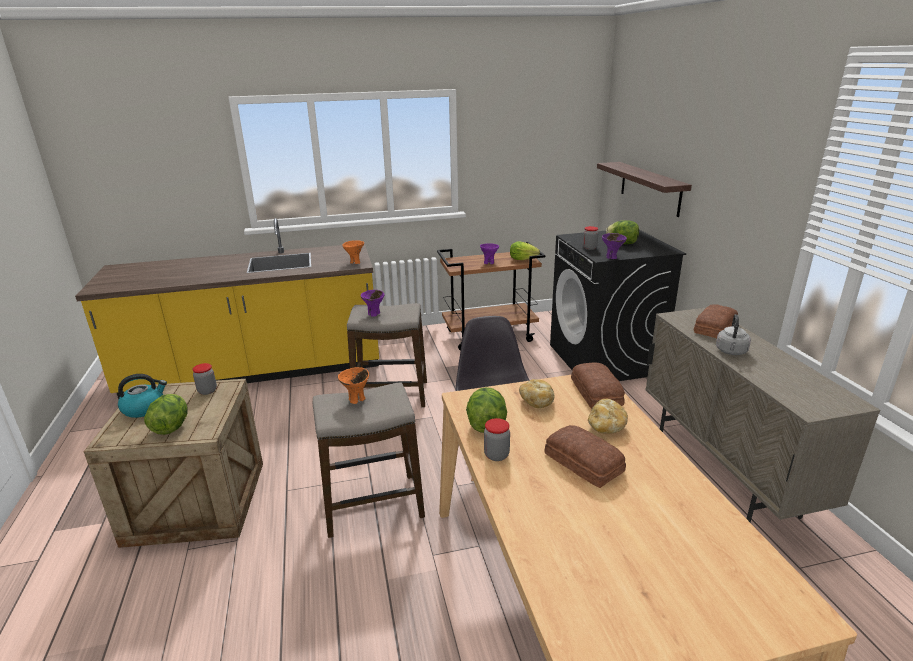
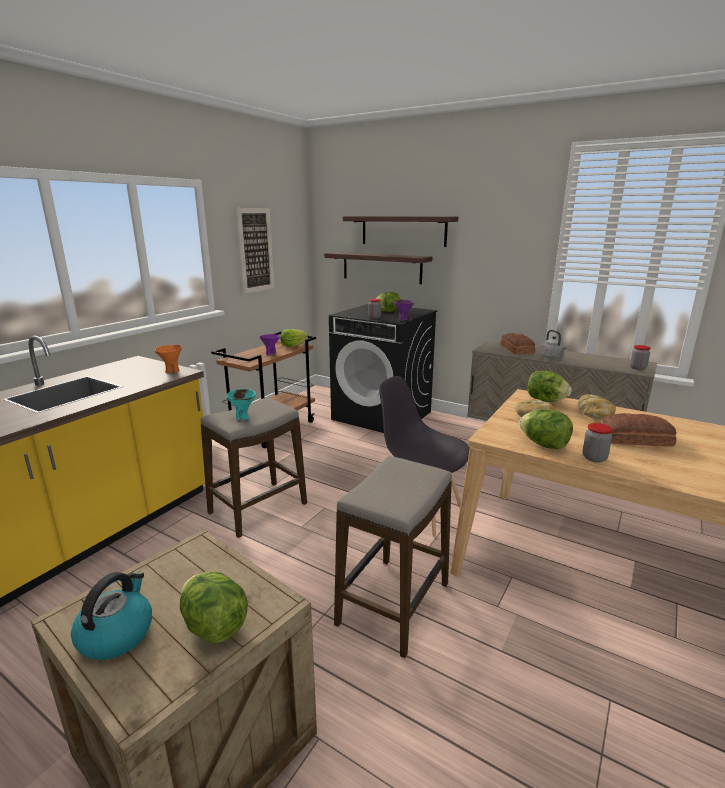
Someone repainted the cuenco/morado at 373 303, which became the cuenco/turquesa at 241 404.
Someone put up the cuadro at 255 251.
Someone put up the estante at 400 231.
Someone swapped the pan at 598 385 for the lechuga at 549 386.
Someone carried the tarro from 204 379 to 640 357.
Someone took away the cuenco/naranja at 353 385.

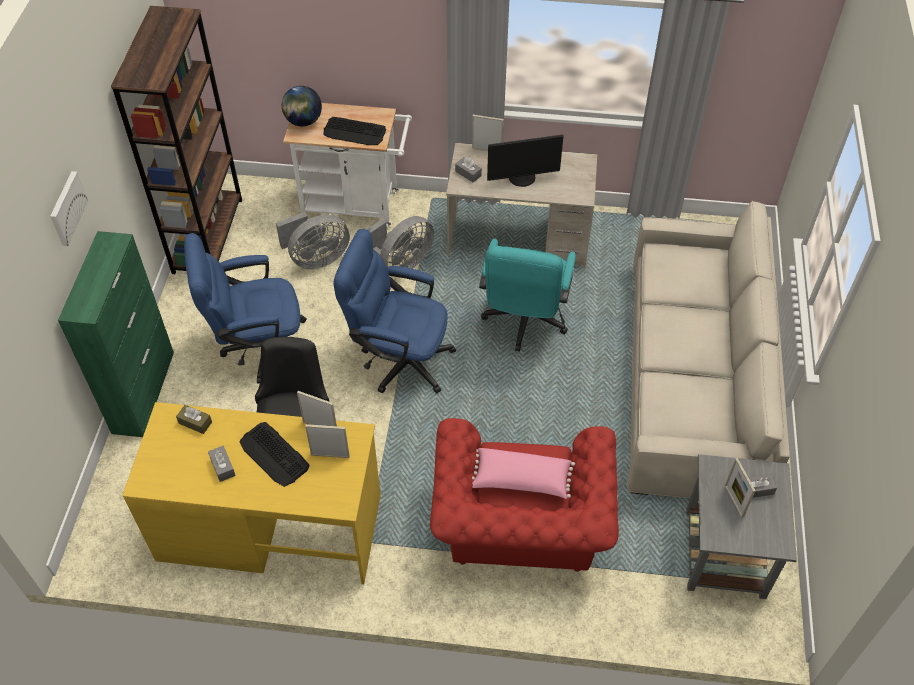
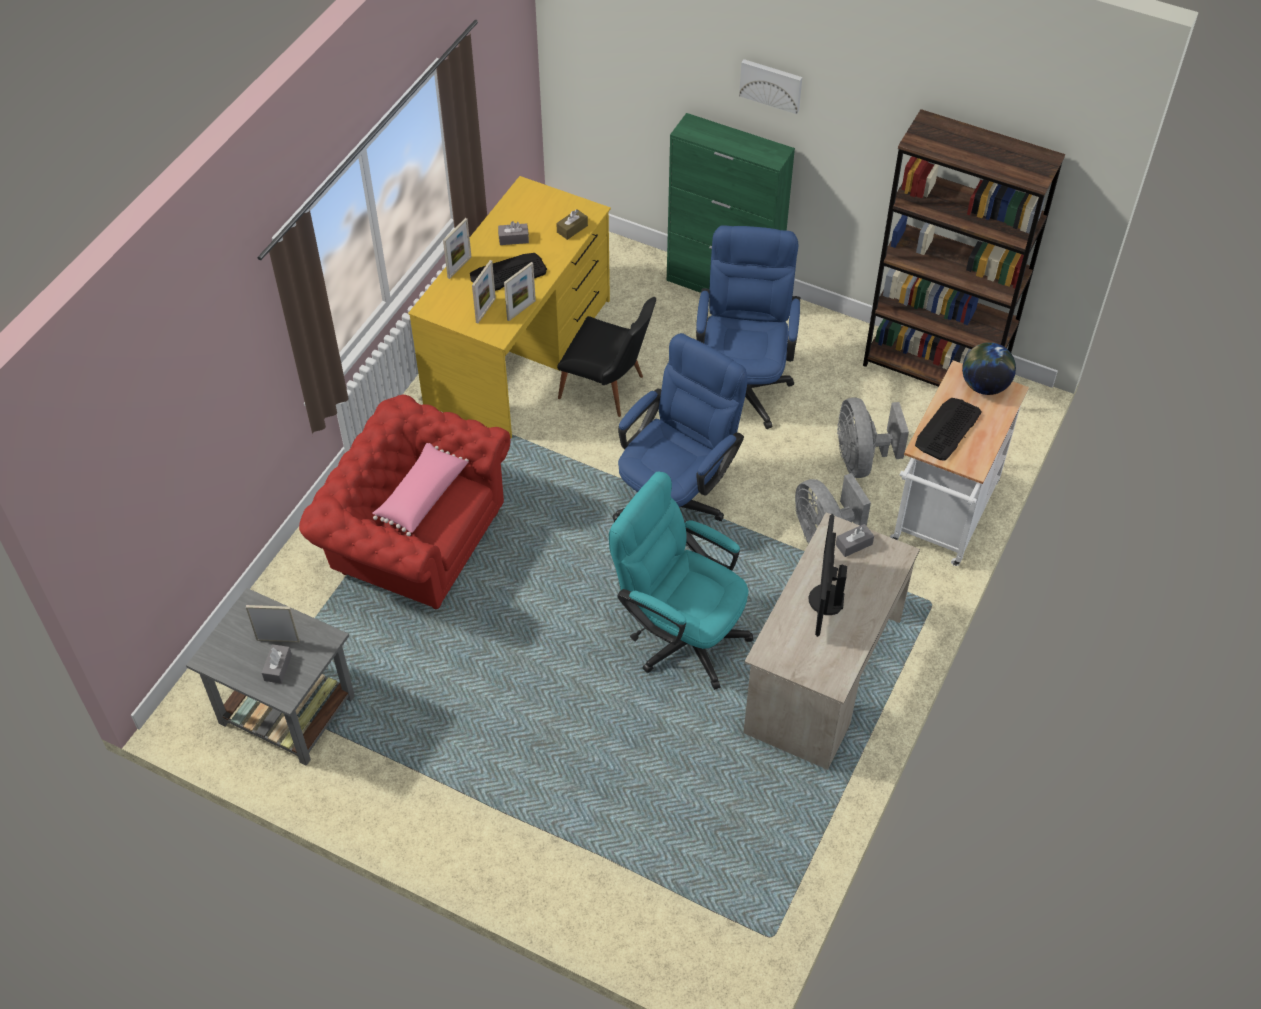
Someone carried the portarretratos from 487 132 to 457 248.
Someone took away the sofá/beis at 708 349.

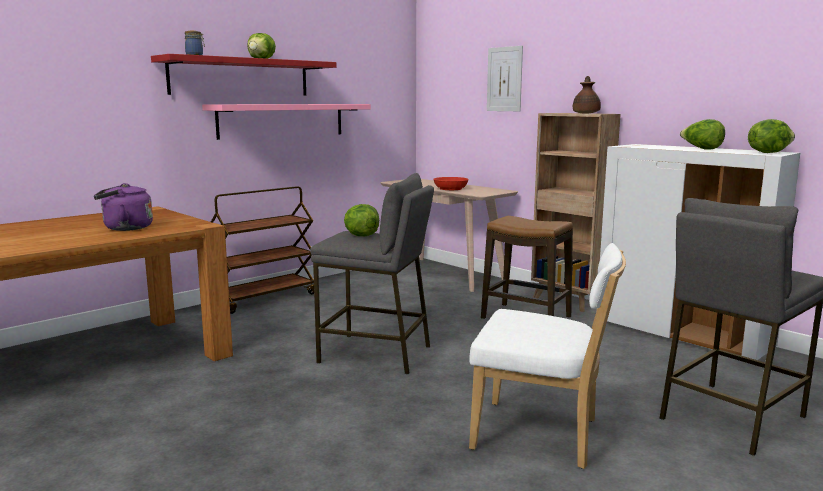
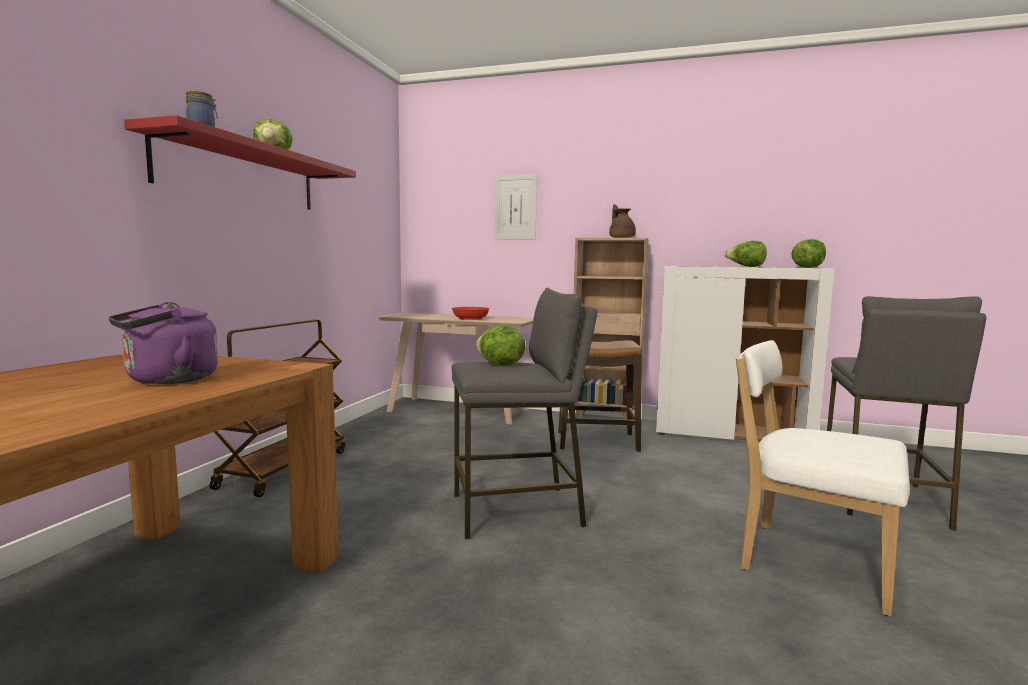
Someone rotated the silla/blanco at 547 356 by 135 degrees counterclockwise.
Someone took away the estante/rosa at 286 122.

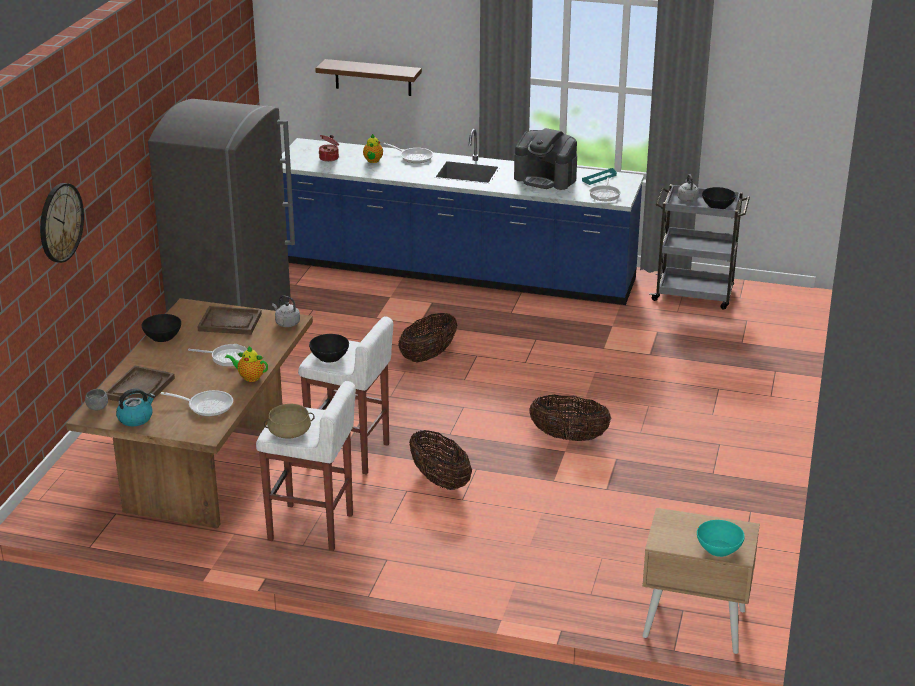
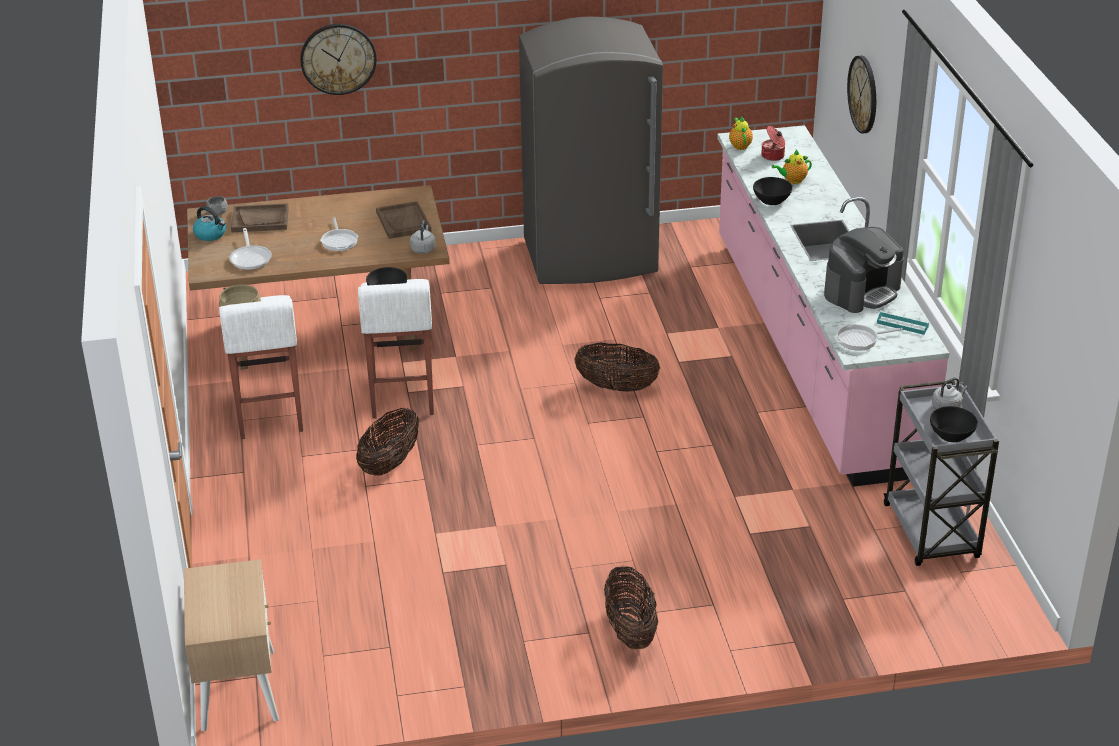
Someone carried the cesta from 570 418 to 631 607.
Someone repainted the mueble bajo de cocina/azul at 463 217, which became the mueble bajo de cocina/rosa at 833 306.
Someone carried the tetera from 246 363 to 741 133.
Someone carried the cuenco/negro from 161 328 to 772 191.
Someone rotated the cafetera at 545 159 by 135 degrees counterclockwise.
Someone swapped the estante/marrón at 368 77 for the reloj de pared at 861 95.
Someone took away the sartén at 408 153.
Someone took away the cuenco/turquesa at 721 538.

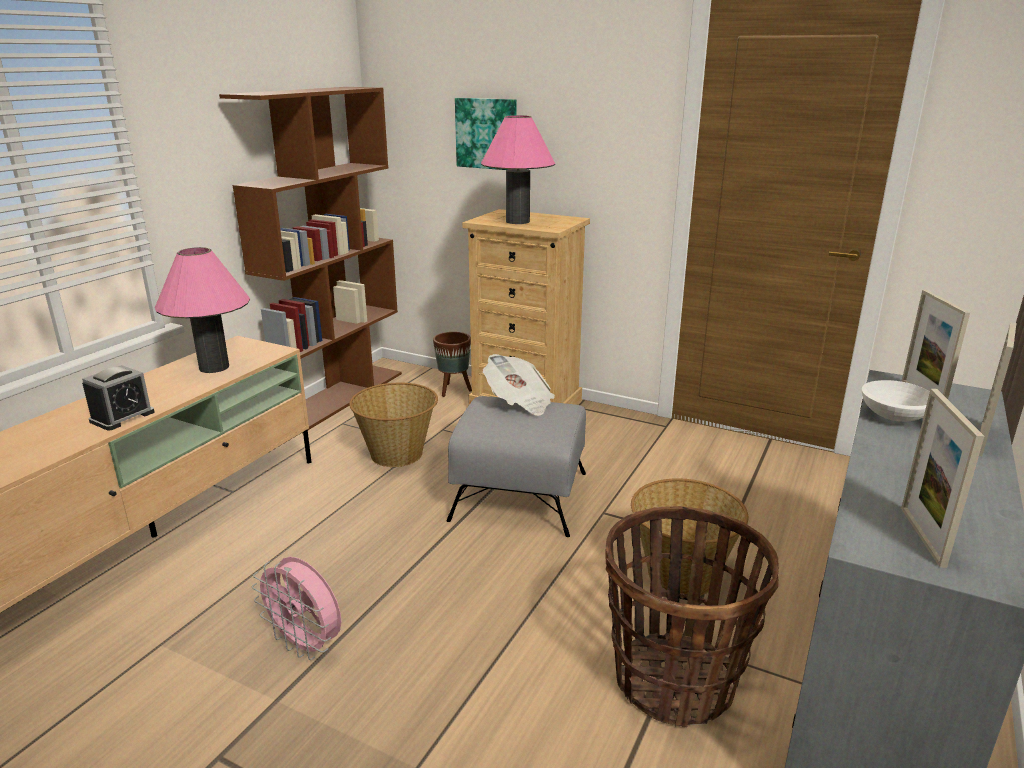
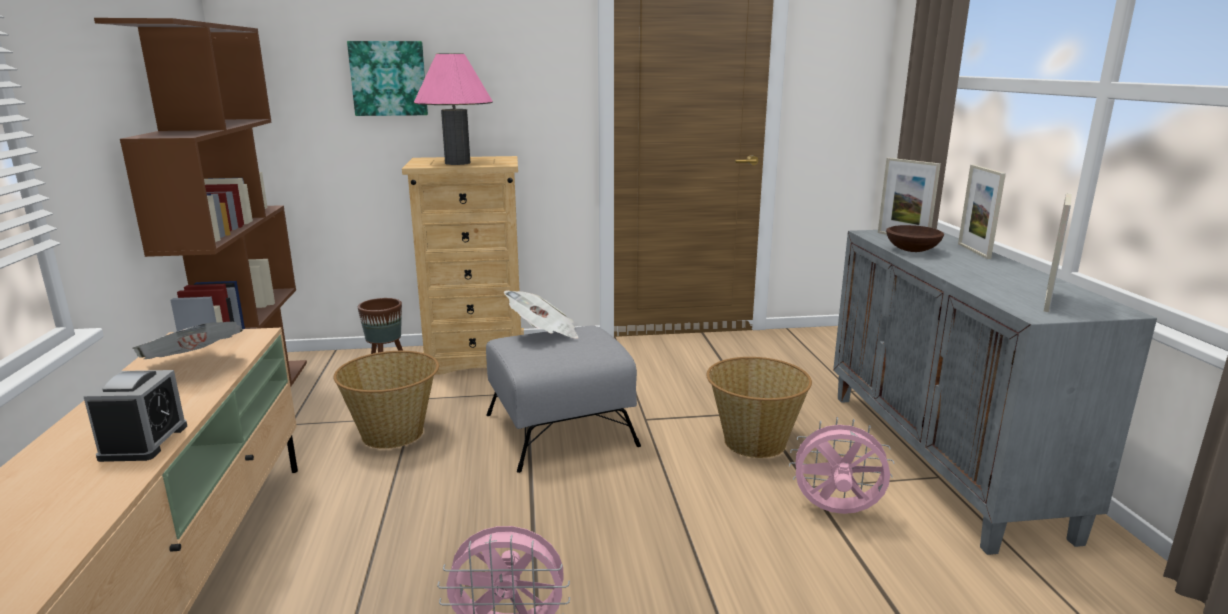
Someone swapped the lámpara de mesa/rosa at 202 310 for the periódico at 187 340.
Someone swapped the cesta at 692 616 for the ventilador/rosa at 842 465.
Someone repainted the cuenco/blanco at 896 401, which became the cuenco/marrón at 915 238.
Someone rotated the portarretratos at 942 478 by 120 degrees counterclockwise.

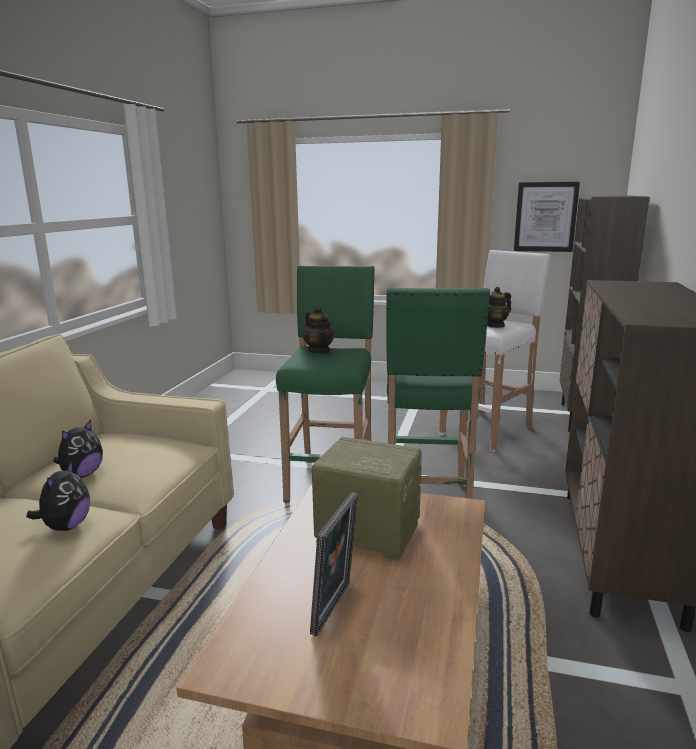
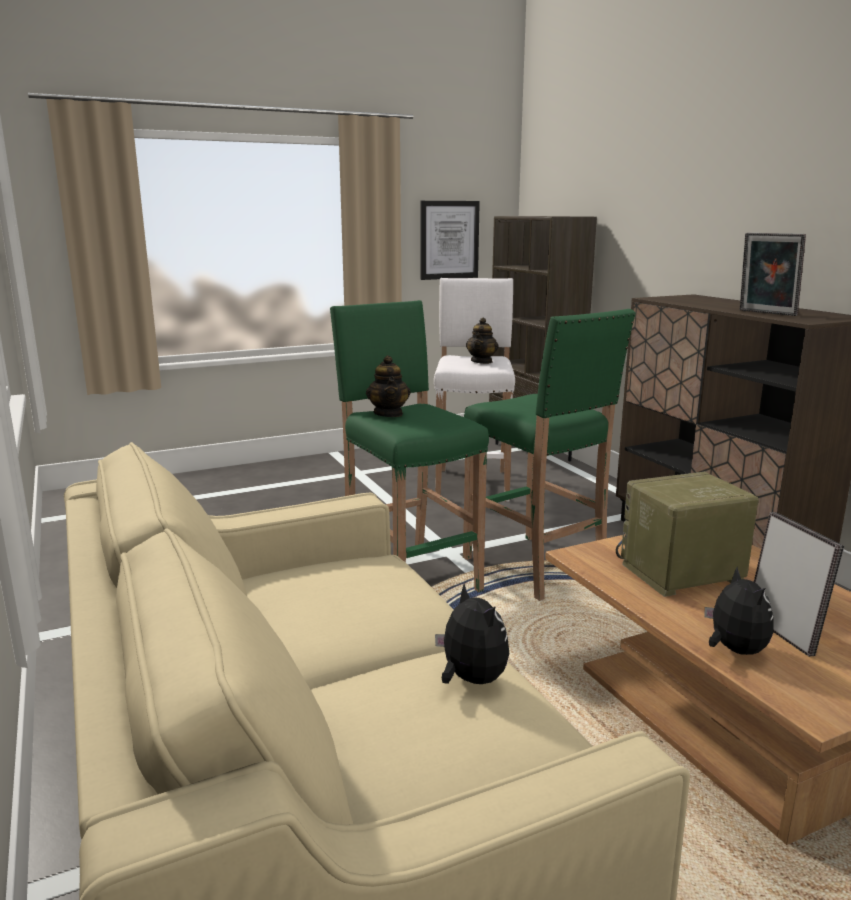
Someone rotated the tetera at 319 329 by 60 degrees clockwise.
Someone carried the peluche from 78 449 to 739 611.
Someone put down the portarretratos at 773 274.

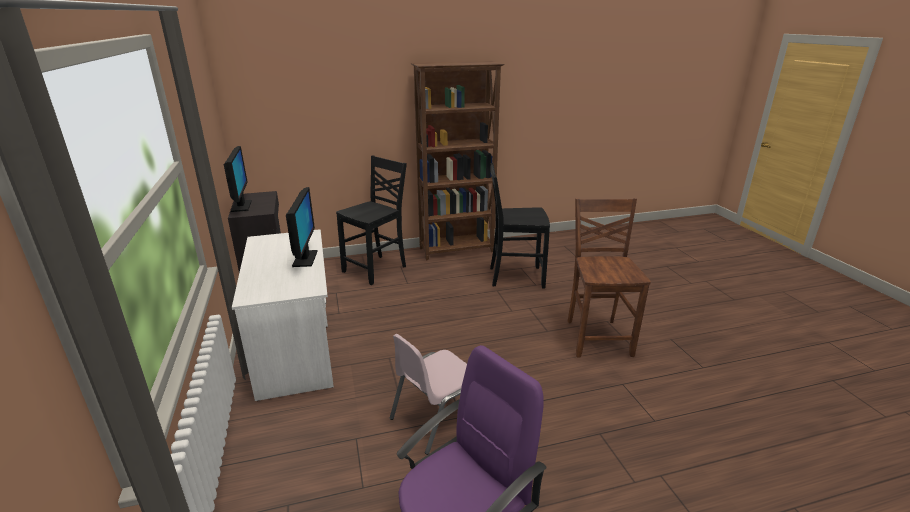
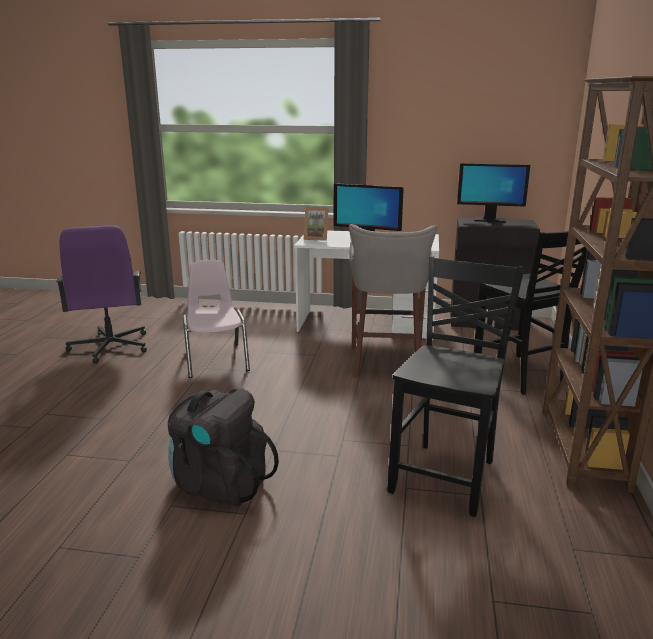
Someone swapped the silla/marrón at 609 278 for the mochila/negro at 223 447.
Someone put down the portarretratos at 316 224.
Someone put down the taburete/gris at 393 300.

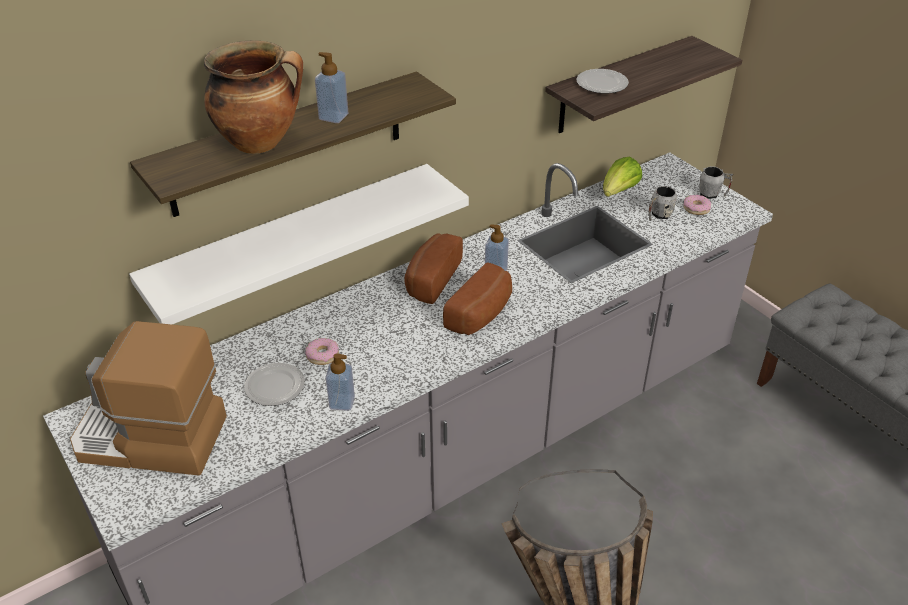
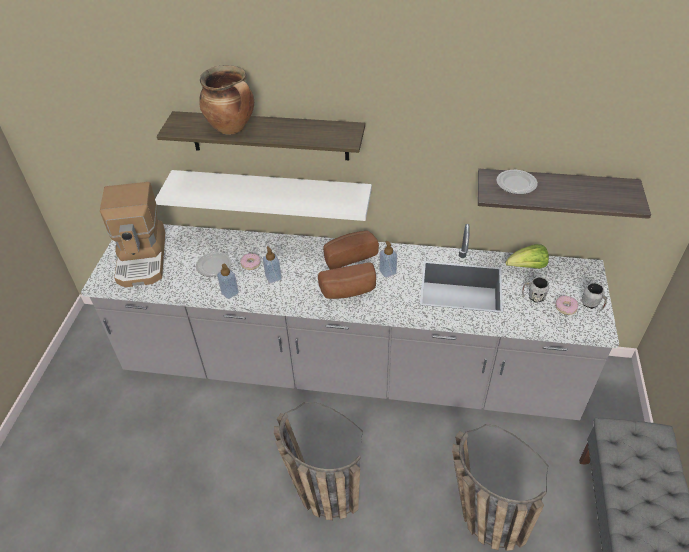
Someone rotated the cafetera at 148 398 by 150 degrees counterclockwise.
Someone carried the dispensador de jabón from 331 87 to 272 264.
Someone put down the cesta at 500 487.

